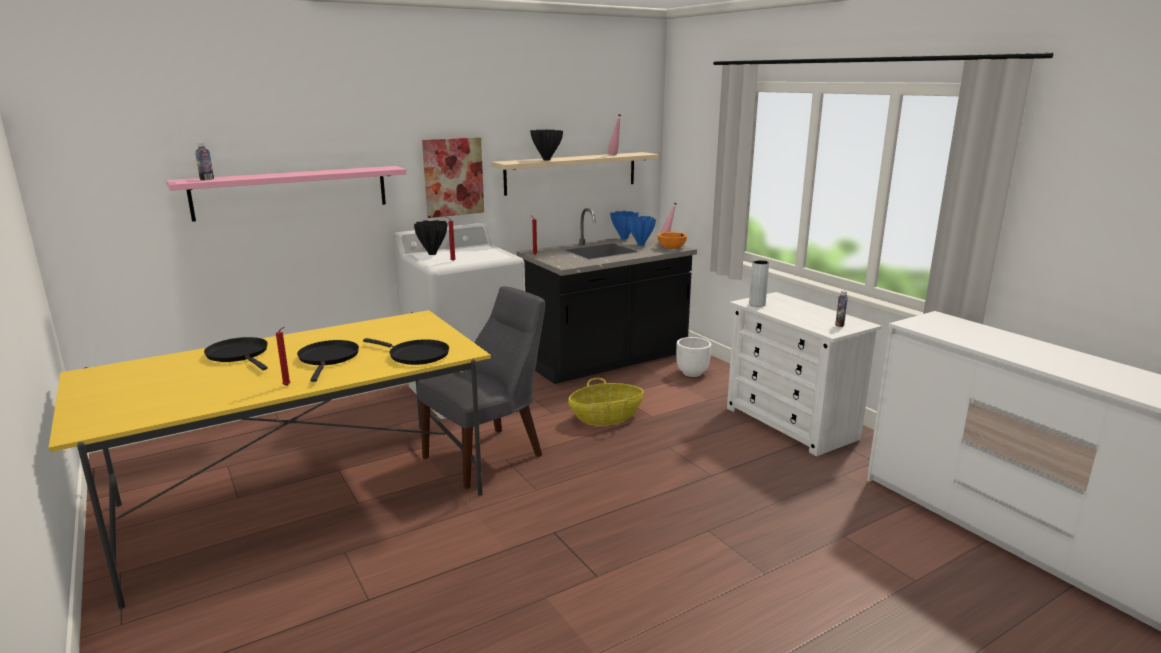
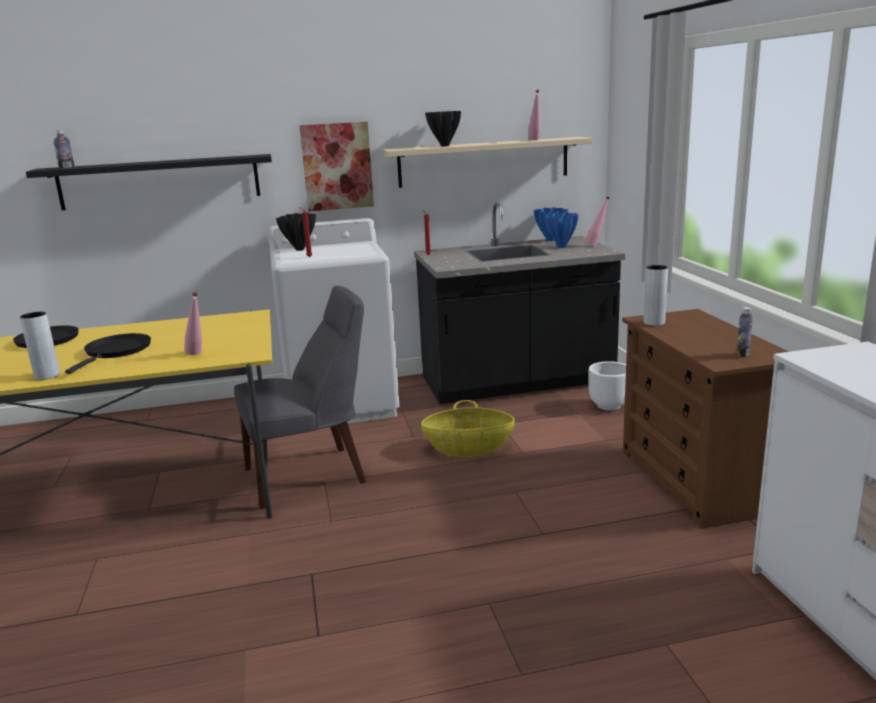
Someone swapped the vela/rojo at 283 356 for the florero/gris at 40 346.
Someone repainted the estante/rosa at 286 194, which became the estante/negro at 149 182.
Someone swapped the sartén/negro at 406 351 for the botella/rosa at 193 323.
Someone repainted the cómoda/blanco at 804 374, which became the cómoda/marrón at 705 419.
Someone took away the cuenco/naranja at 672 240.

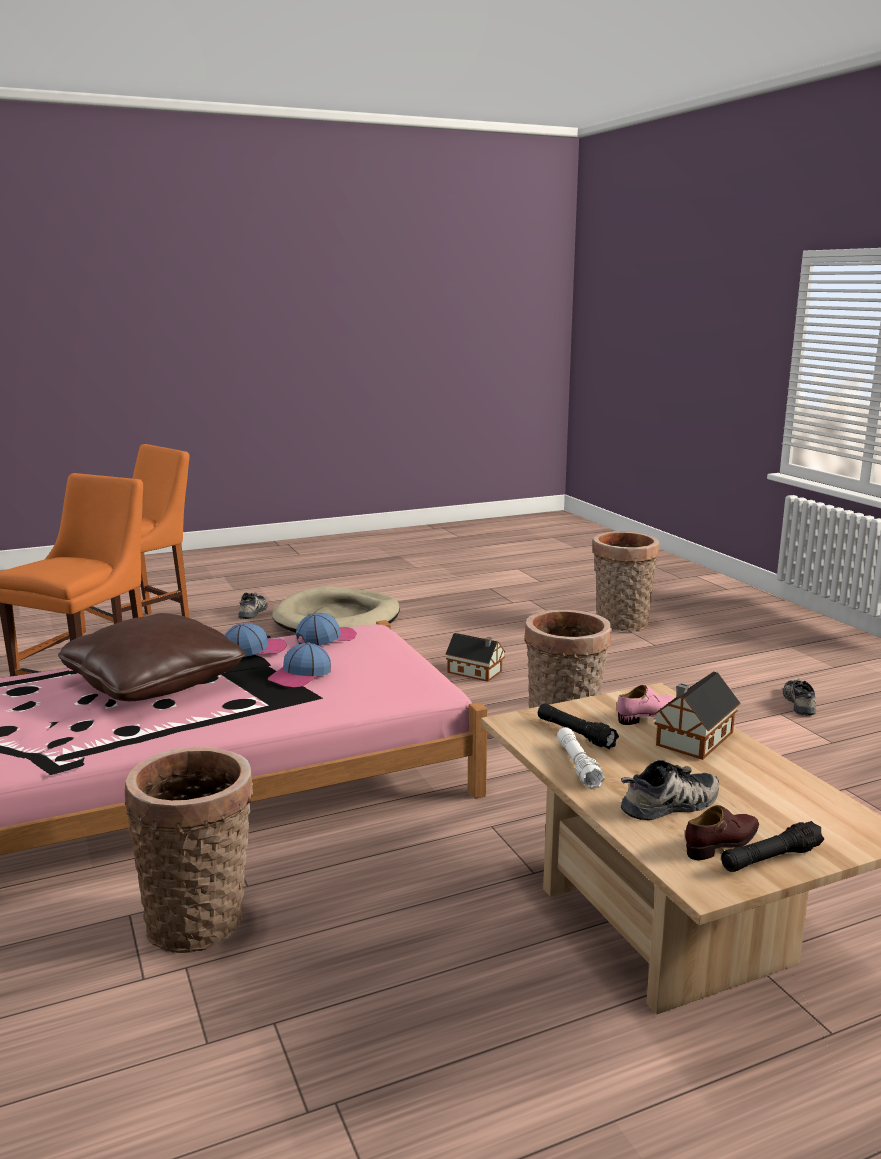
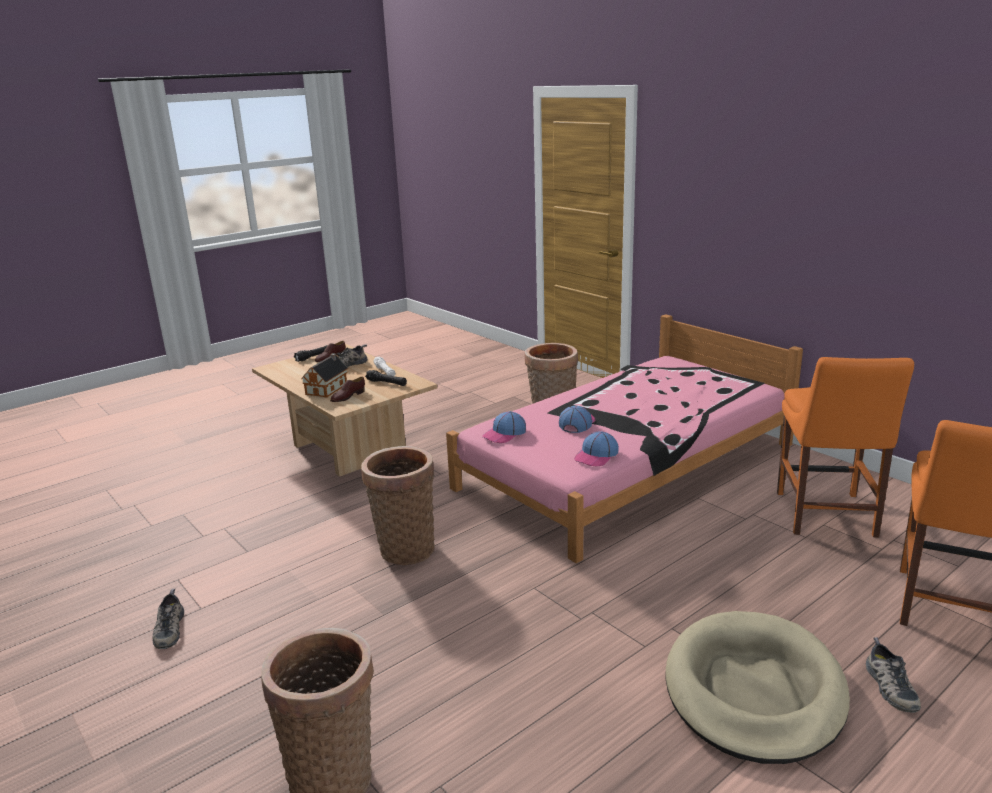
Someone repainted the zapato/rosa at 645 705, which became the zapato/marrón at 347 389.
Someone carried the gorra from 256 640 to 504 427.
Someone took away the cojín/marrón at 152 657.
Someone took away the casita at 475 657.

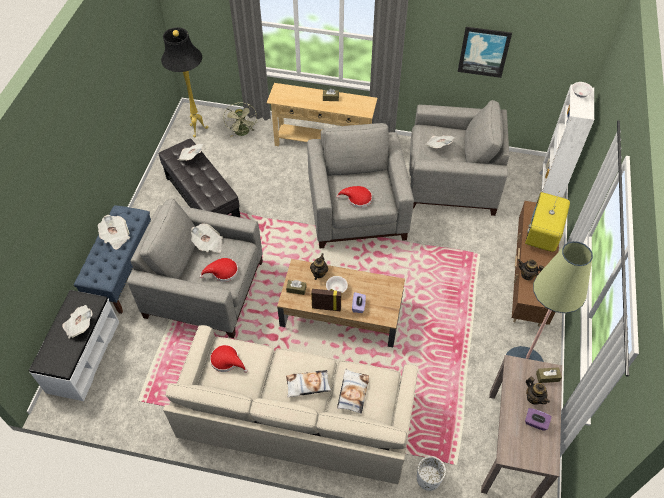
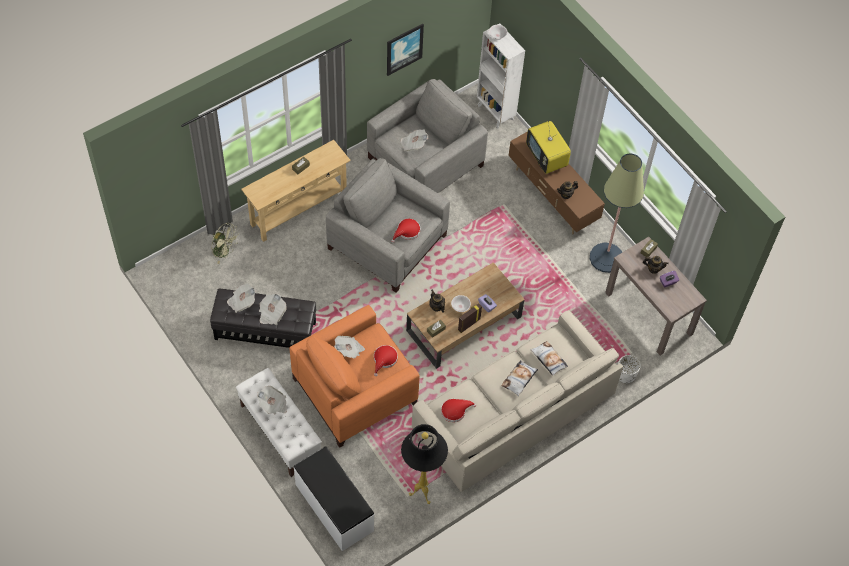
Someone repainted the banco/azul at 112 259, which became the banco/blanco at 279 422.
Someone carried the periódico from 77 322 to 273 309.
Someone repainted the sillón/gris at 195 268, which became the sillón/naranja at 355 376.
Someone carried the lámpara de pie/negro from 184 82 to 424 464.

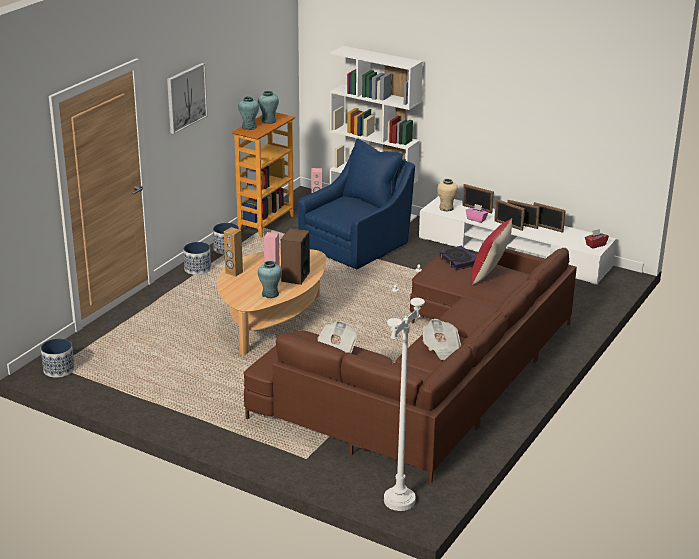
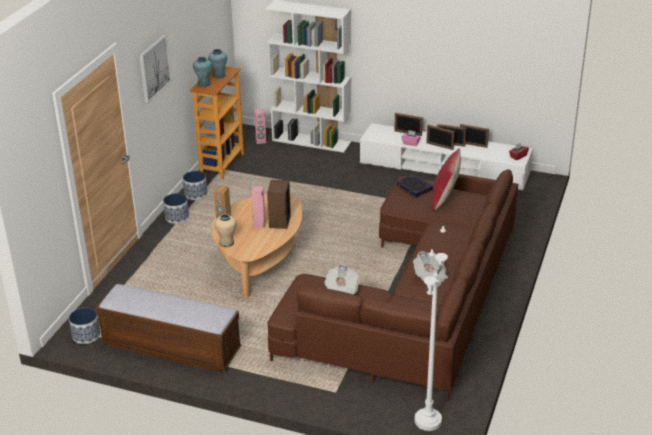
Someone put down the banco at 168 328.
Someone carried the florero/beis from 447 195 to 225 230.
Someone took away the florero/turquesa at 270 279.
Someone took away the sillón/azul at 356 203.

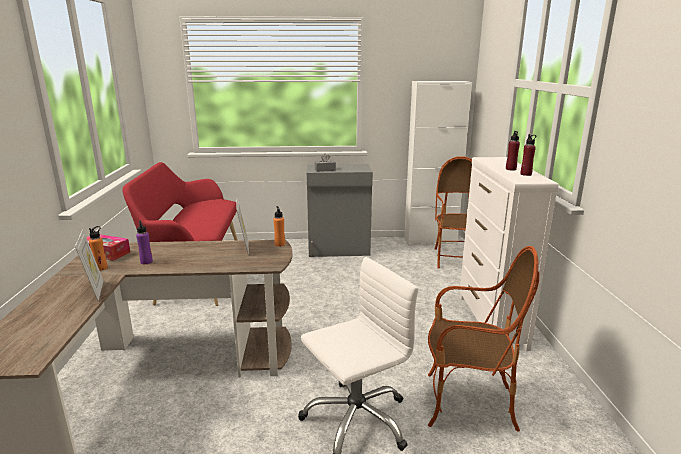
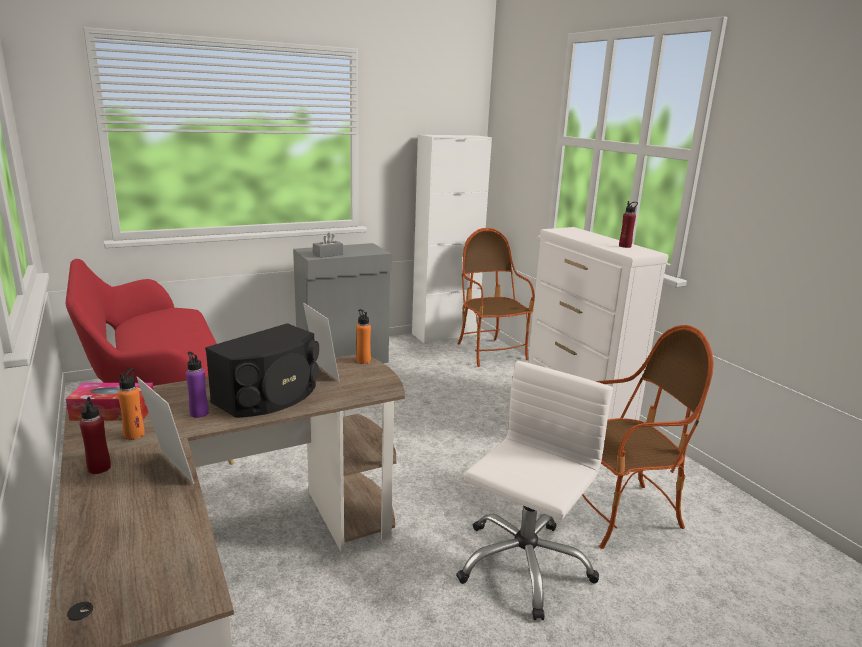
Someone carried the botella/rojo from 513 151 to 95 435.
Someone put down the altavoz/negro at 262 370.

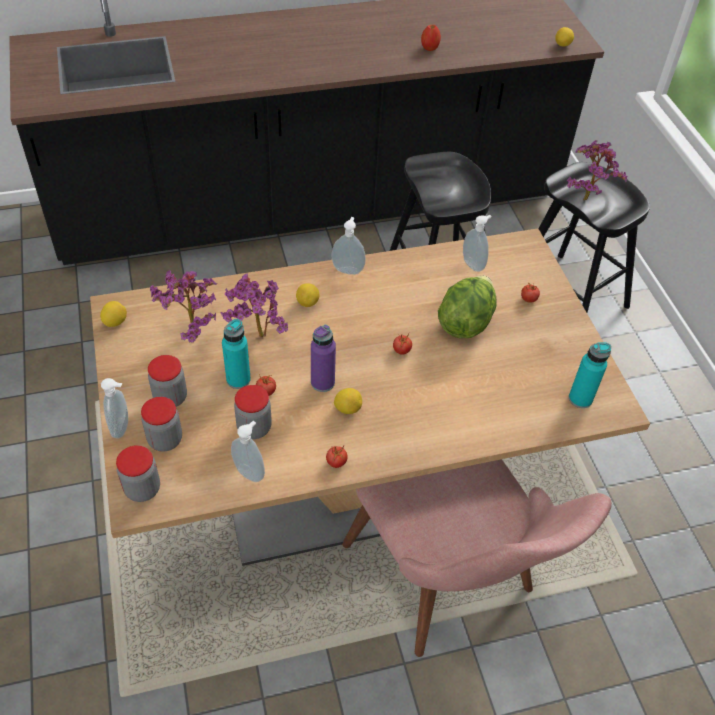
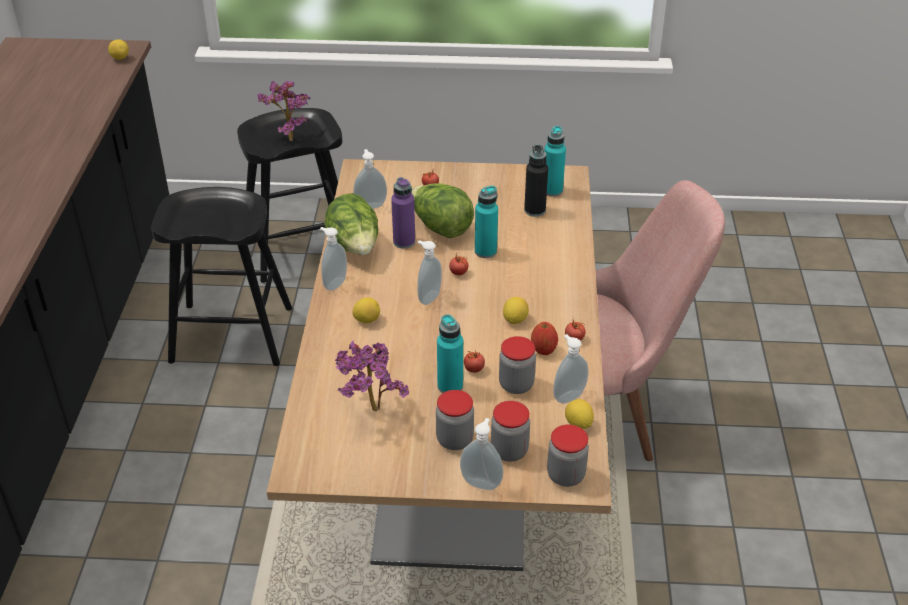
Someone put down the lechuga at 351 224.
Someone carried the botella/morado from 323 358 to 403 213.
Someone put down the dispensador de jabón at 429 272.
Someone put down the botella/turquesa at 486 222.
Someone put down the botella/negro at 536 181.
Someone carried the manzana from 431 38 to 544 338.
Someone carried the limón from 113 314 to 579 414.
Someone took away the planta en maceta at 254 305.

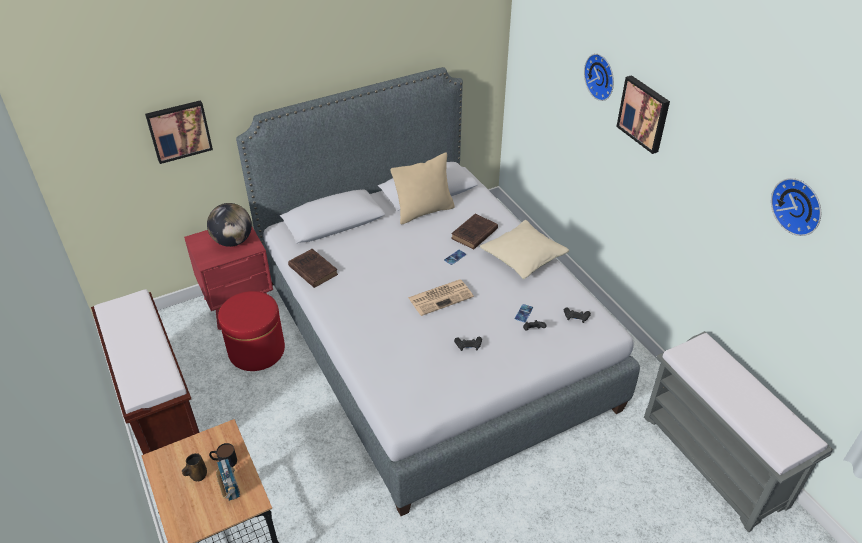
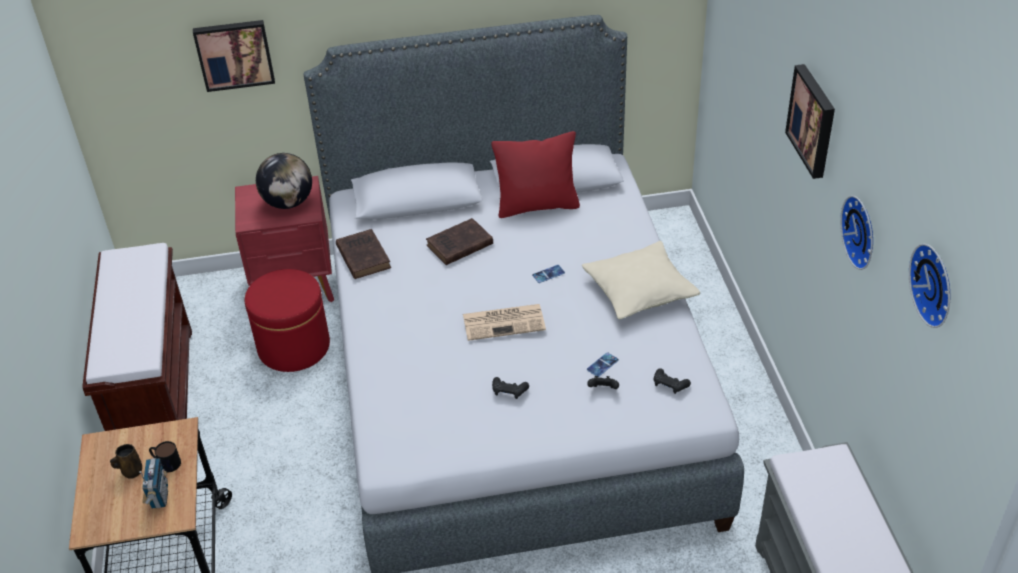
Someone carried the libro/marrón from 474 232 to 459 241.
Someone repainted the cojín/beis at 422 188, which became the cojín/rojo at 535 174.
Someone carried the reloj de pared from 599 77 to 856 232.

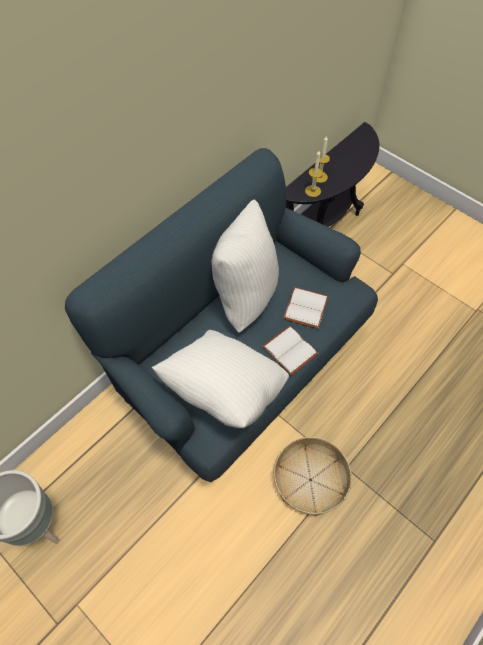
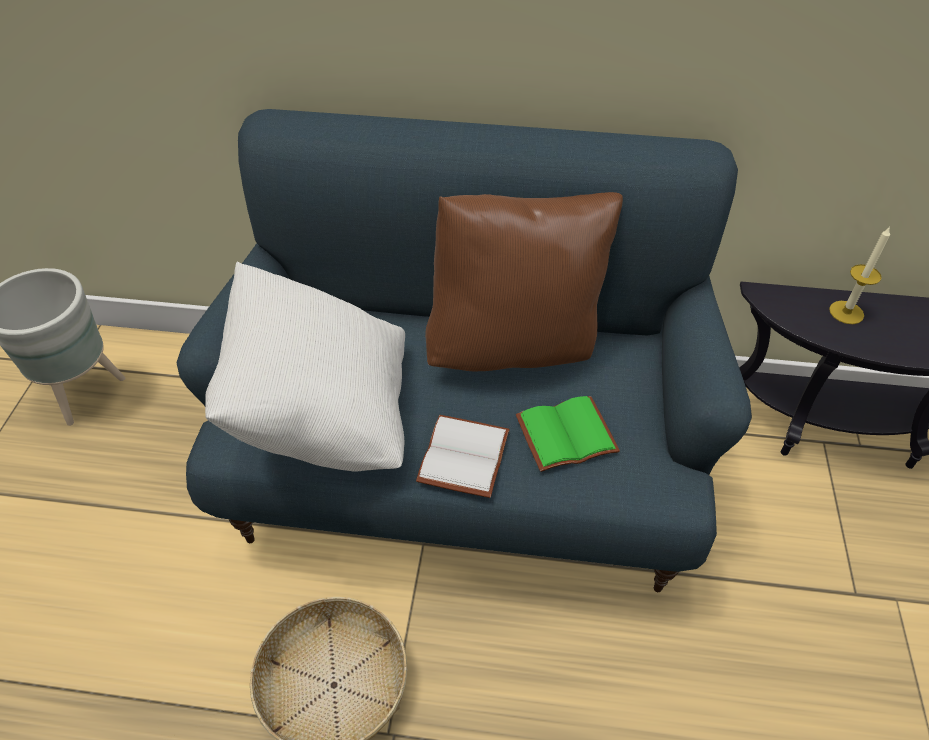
Someone repainted the cojín/blanco at 245 266, which became the cojín/marrón at 524 282.
Someone repainted the libro/blanco at 305 308, which became the libro/verde at 568 434.
Someone took away the vela at 314 174.

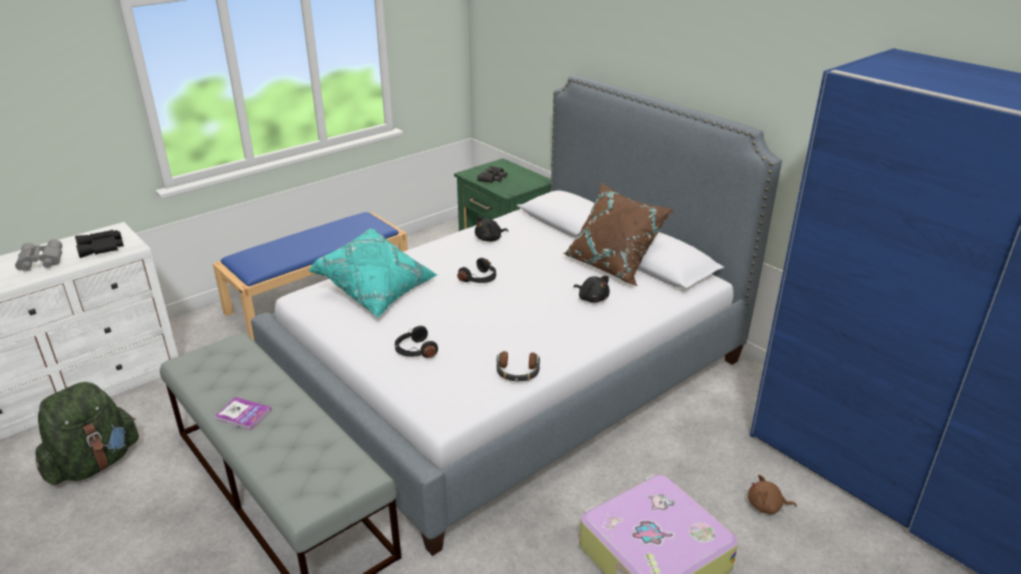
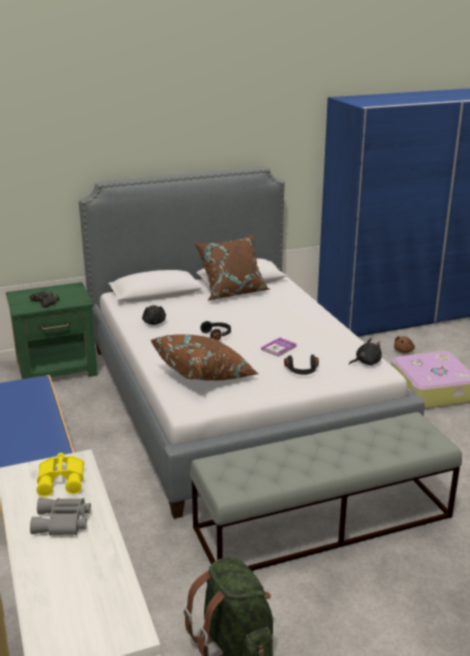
Someone repainted the prismáticos/negro at 99 243, which became the prismáticos/amarillo at 60 475.
Someone repainted the cojín/turquesa at 373 273, which became the cojín/marrón at 204 357.
Someone carried the libro from 243 413 to 279 347.
Someone carried the peluche/negro from 592 289 to 365 351.
Someone took away the auriculares at 518 366.

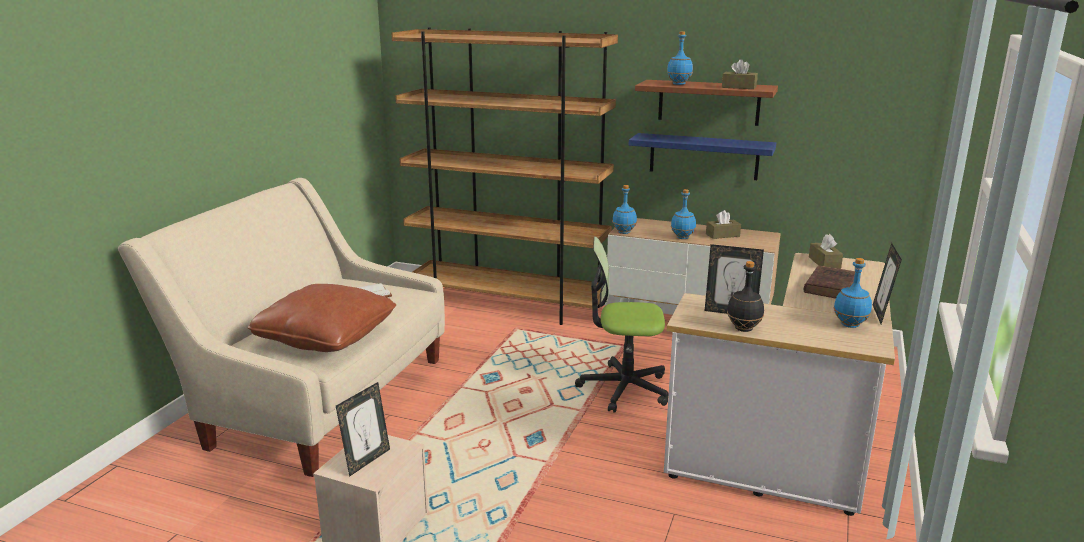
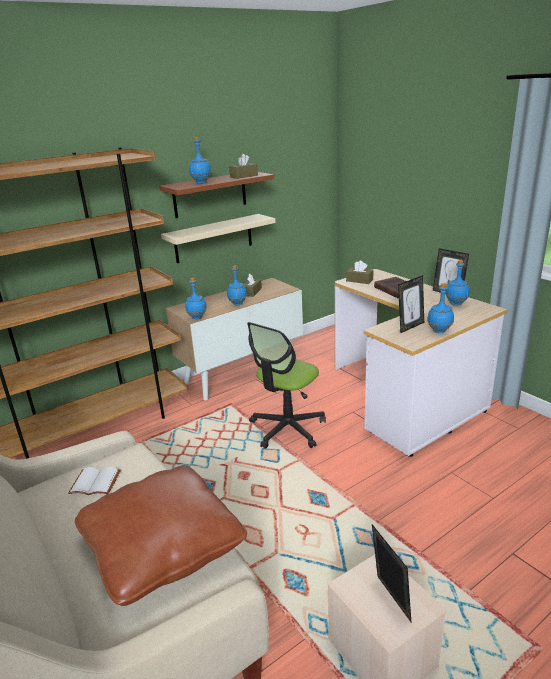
Someone repainted the estante/azul at 702 156, which became the estante/beis at 218 238.
Someone repainted the botella/negro at 745 296, which became the botella/azul at 440 308.

